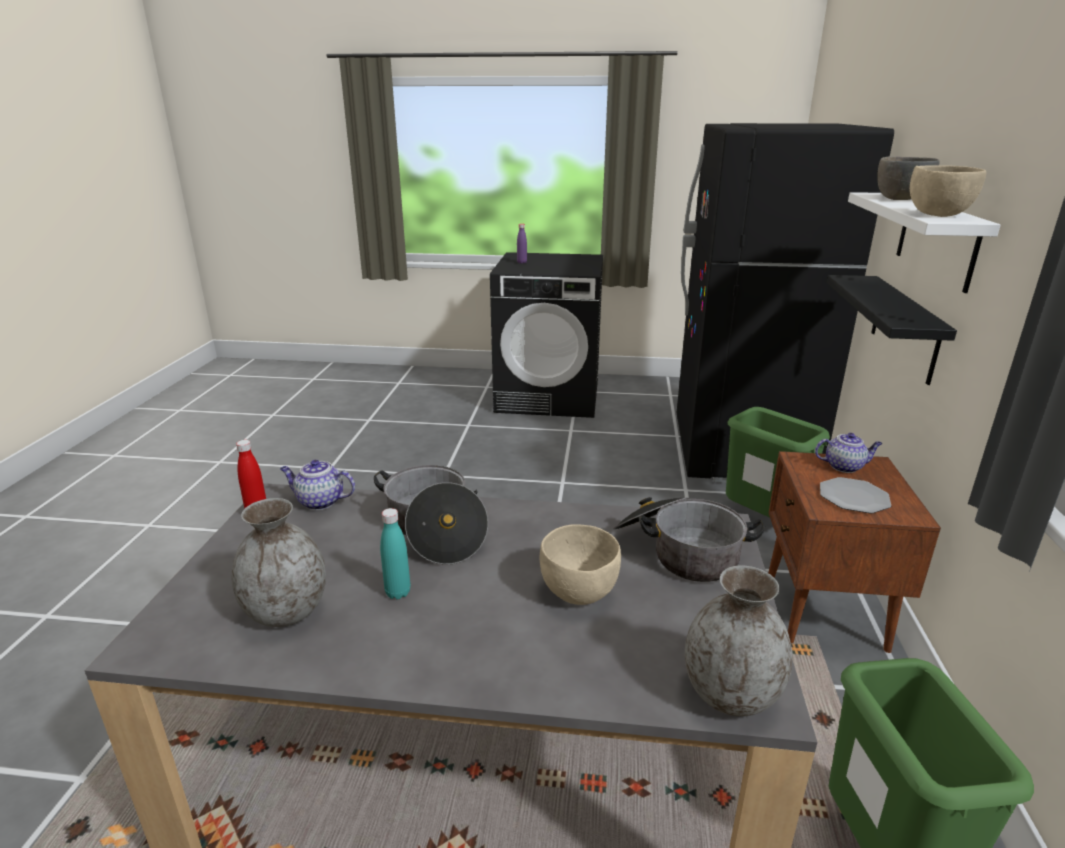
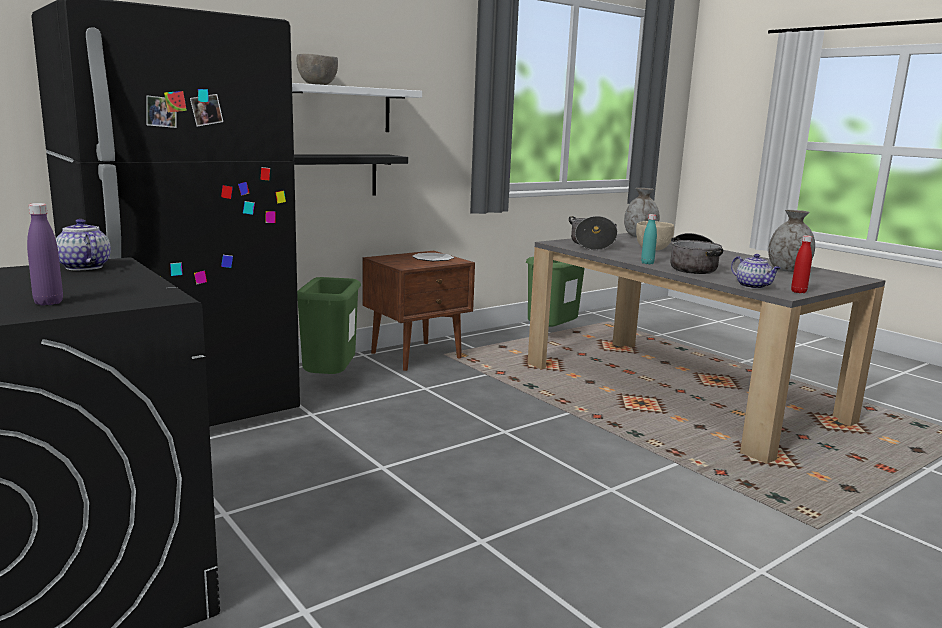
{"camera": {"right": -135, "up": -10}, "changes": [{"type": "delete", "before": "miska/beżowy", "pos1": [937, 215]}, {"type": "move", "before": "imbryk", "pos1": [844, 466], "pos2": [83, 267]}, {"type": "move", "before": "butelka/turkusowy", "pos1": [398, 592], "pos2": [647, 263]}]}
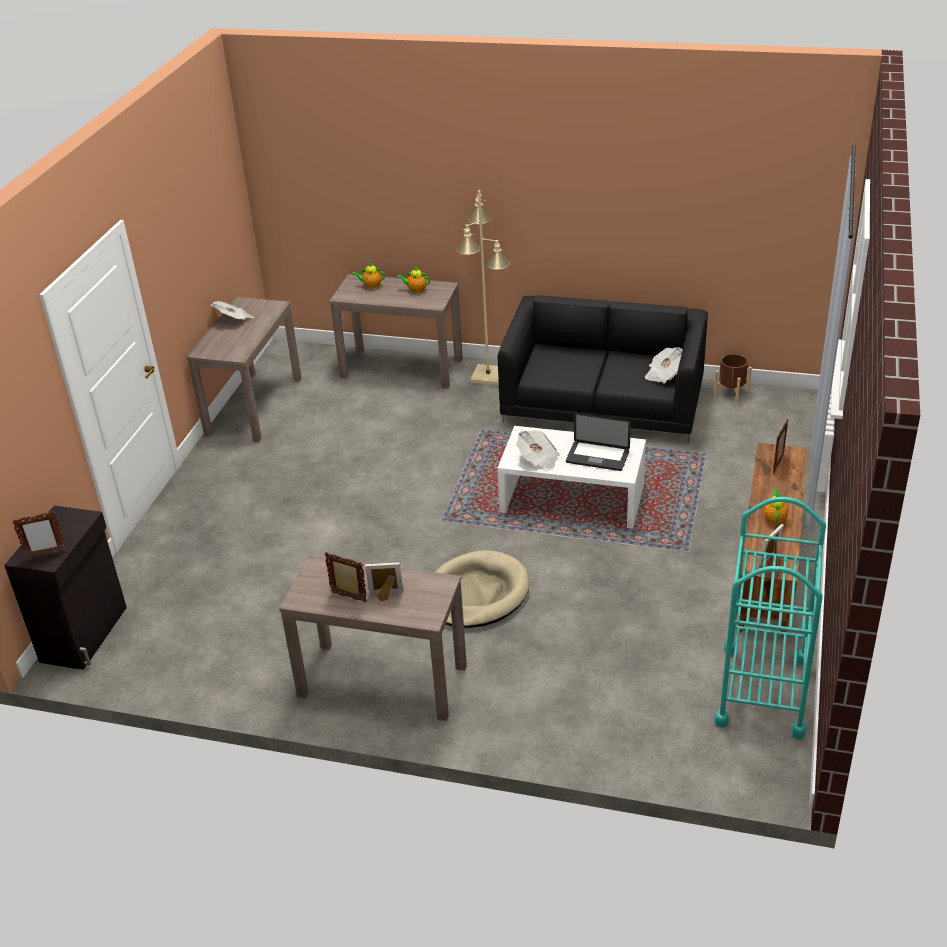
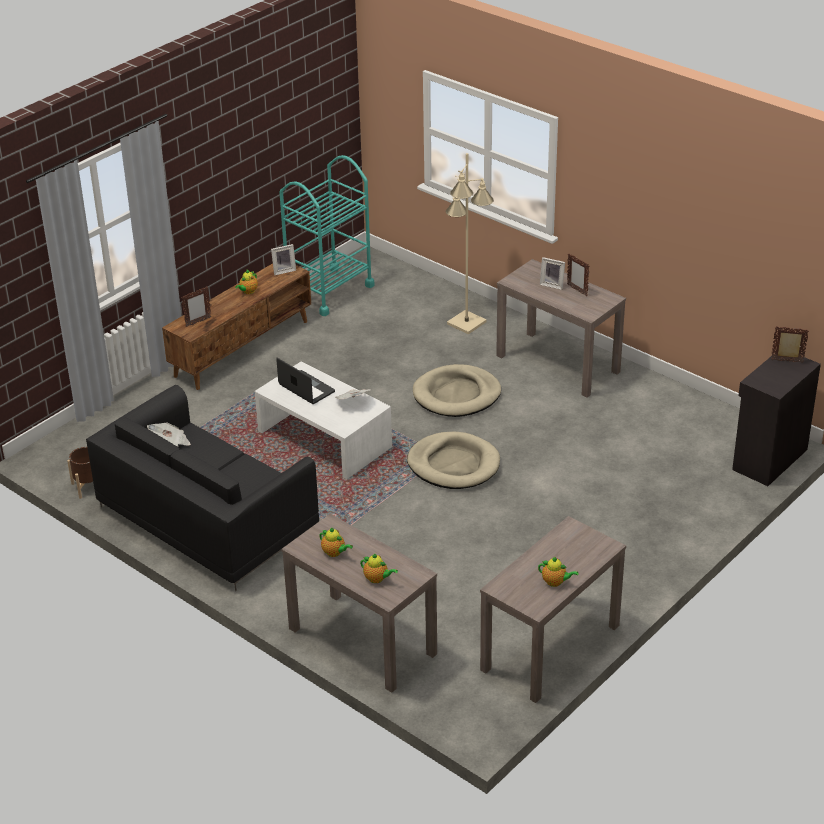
{"camera": {"right": -155, "up": 0}, "changes": [{"type": "move", "before": "lampa stojąca/beżowy", "pos1": [488, 375], "pos2": [466, 323]}, {"type": "replace", "before": "gazeta", "after": "imbryk", "pos1": [234, 320], "pos2": [555, 582]}, {"type": "insert", "after": "legowisko/beżowy", "pos2": [453, 464]}]}
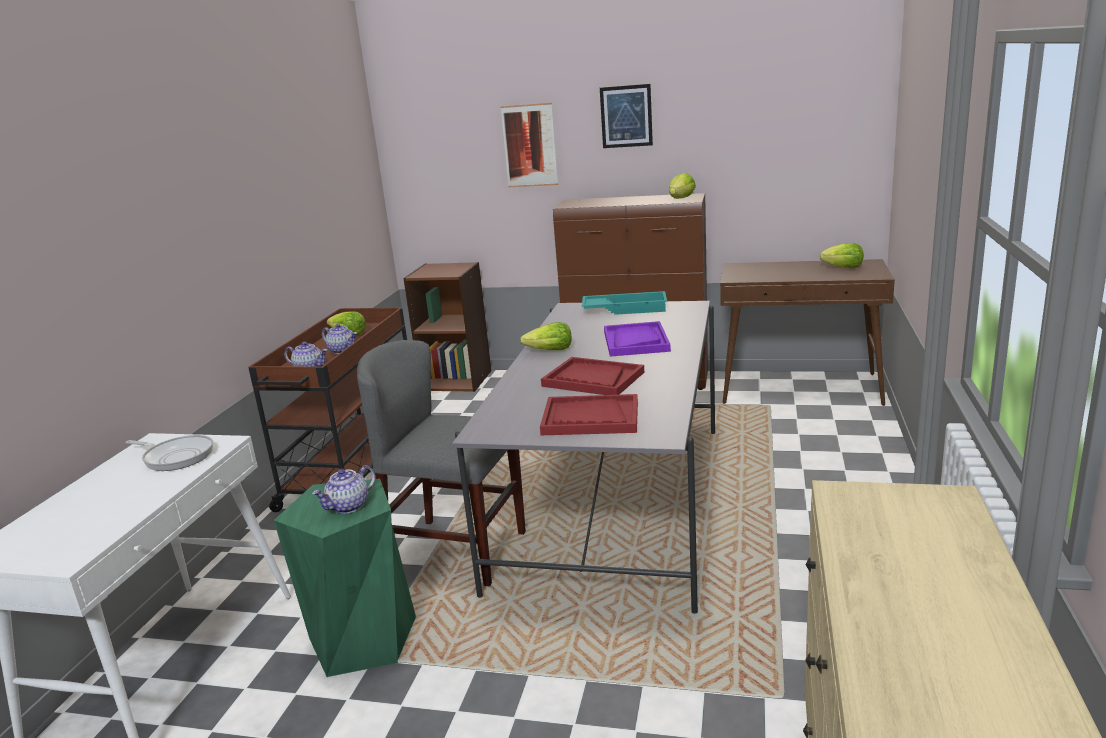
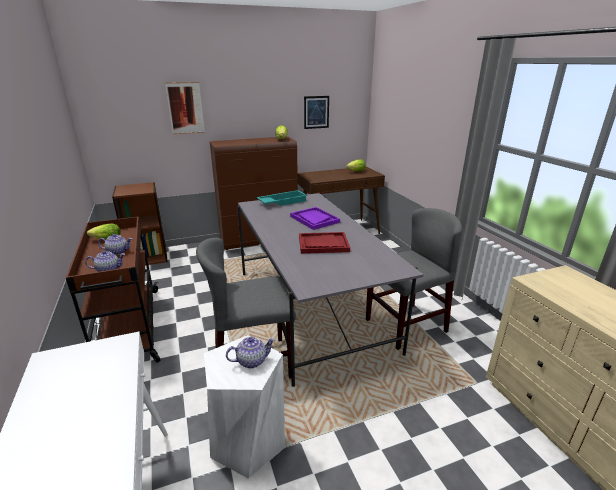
{"camera": {"right": -35, "up": 5}, "changes": [{"type": "move", "before": "obraz", "pos1": [626, 116], "pos2": [316, 112]}, {"type": "delete", "before": "sałata", "pos1": [550, 351]}, {"type": "delete", "before": "taca/czerwony", "pos1": [590, 418]}, {"type": "delete", "before": "patelnia", "pos1": [176, 457]}, {"type": "rotate", "before": "imbryk", "pos1": [349, 506], "pos2": [252, 361], "turn": -120}, {"type": "recolor", "before": "stołek/zielony", "after": "stołek/biały", "pos1": [363, 639], "pos2": [248, 442]}, {"type": "insert", "after": "krzesło/szary", "pos2": [405, 325]}]}
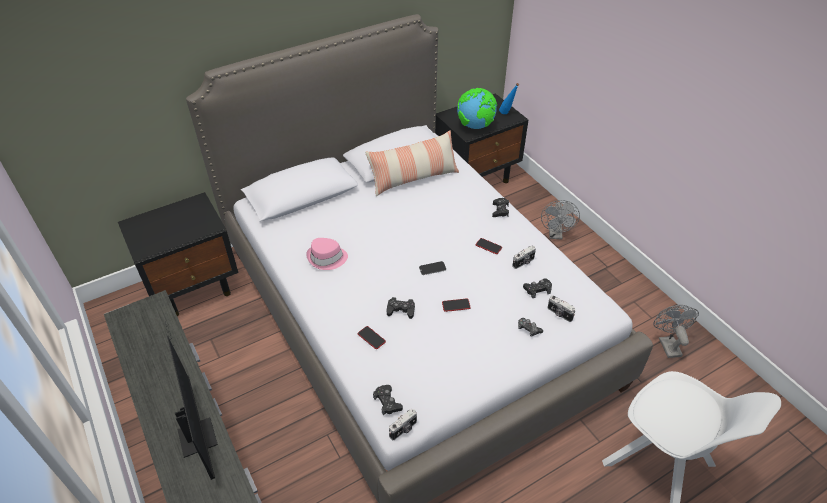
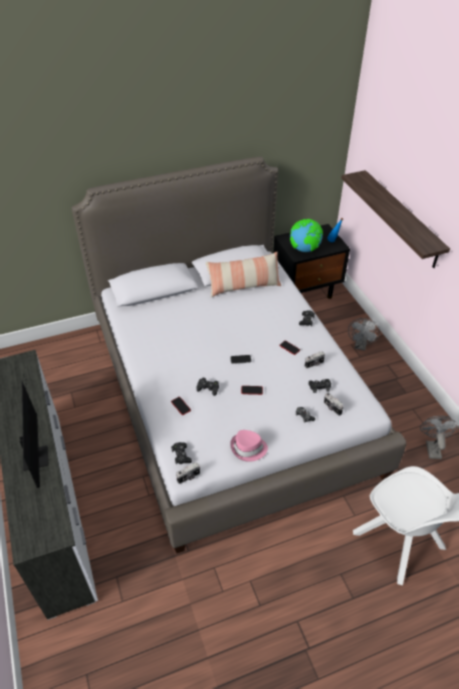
{"camera": {"right": 10, "up": 0}, "changes": [{"type": "delete", "before": "szafka nocna/czarny", "pos1": [195, 287]}, {"type": "move", "before": "kapelusz/różowy", "pos1": [327, 258], "pos2": [248, 448]}, {"type": "insert", "after": "półka", "pos2": [401, 219]}]}
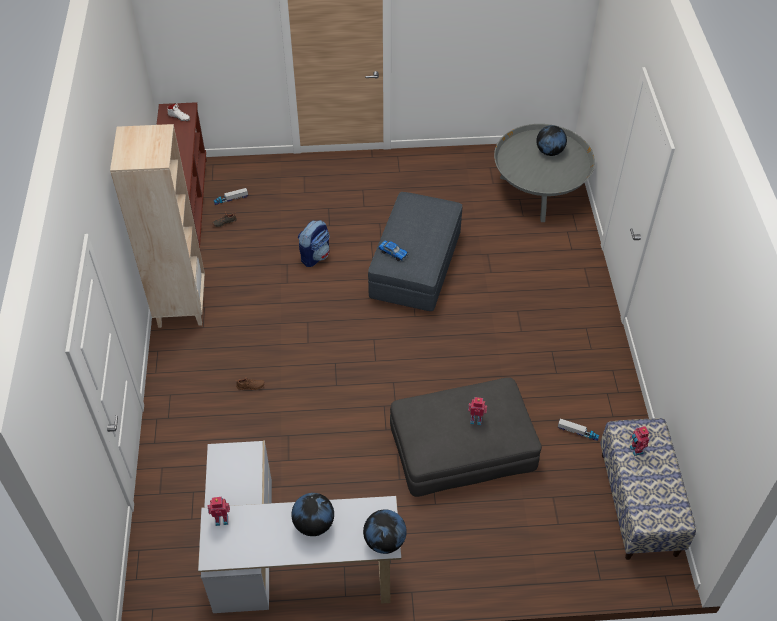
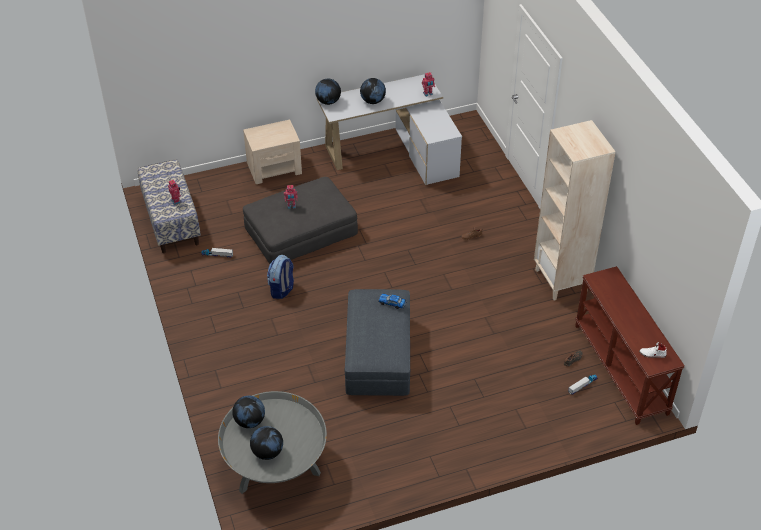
{"camera": {"right": 165, "up": -5}, "changes": [{"type": "move", "before": "plecak", "pos1": [315, 256], "pos2": [282, 289]}, {"type": "insert", "after": "szafka nocna/beżowy", "pos2": [274, 168]}, {"type": "insert", "after": "globus", "pos2": [250, 421]}]}
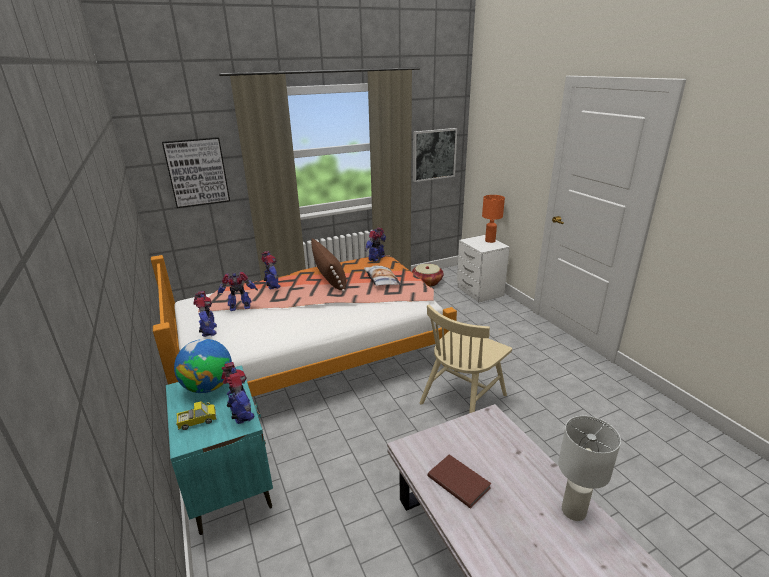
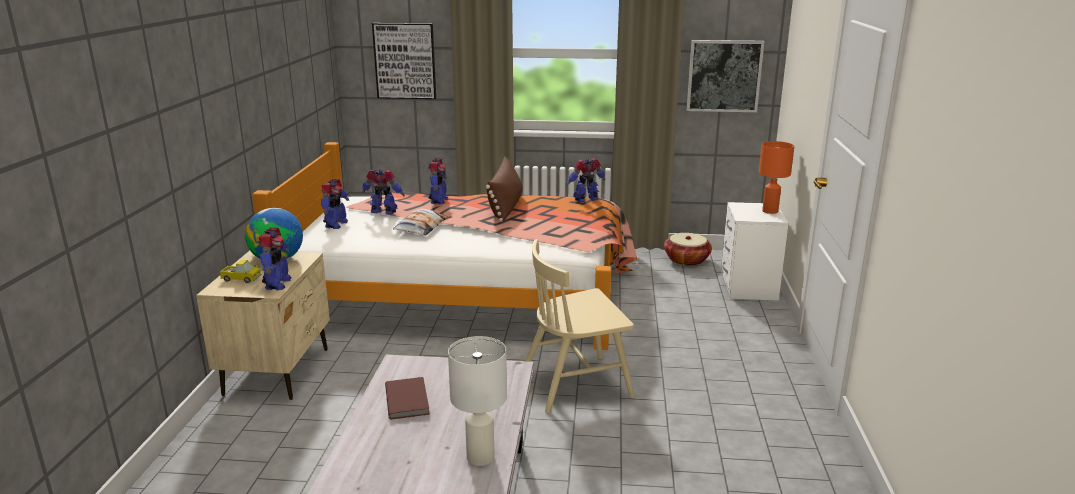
{"camera": {"right": 30, "up": -5}, "changes": [{"type": "move", "before": "poduszka", "pos1": [381, 279], "pos2": [421, 227]}, {"type": "recolor", "before": "szafka nocna/turkusowy", "after": "szafka nocna/beżowy", "pos1": [230, 484], "pos2": [278, 371]}]}
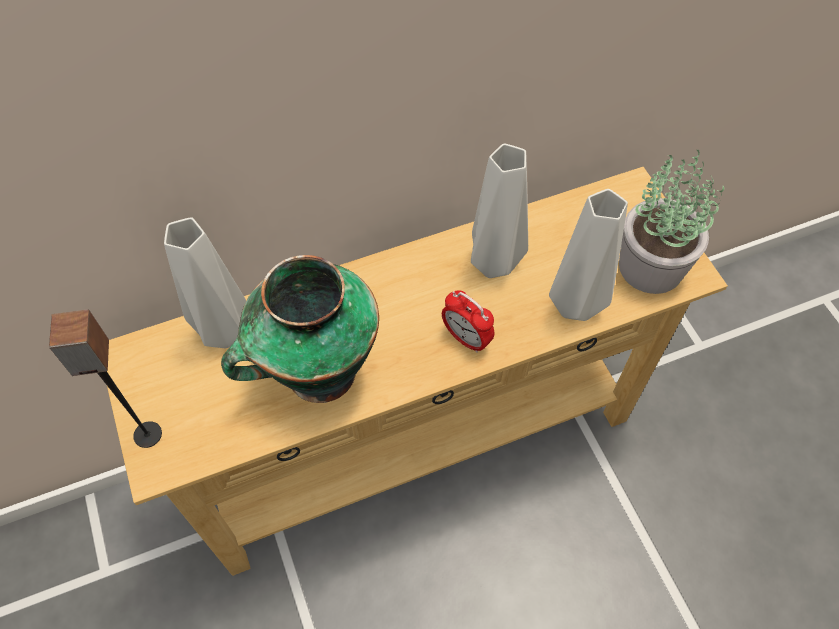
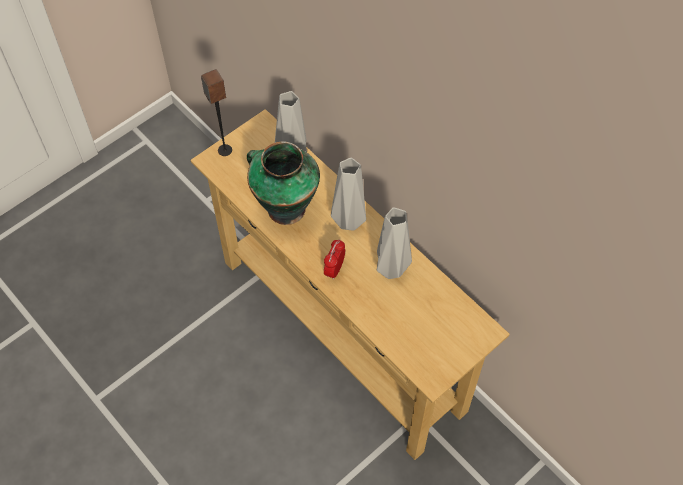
{"camera": {"right": 70, "up": 0}, "changes": [{"type": "delete", "before": "roślina doniczkowa", "pos1": [649, 265]}, {"type": "move", "before": "wazon/szary", "pos1": [575, 308], "pos2": [347, 222]}]}
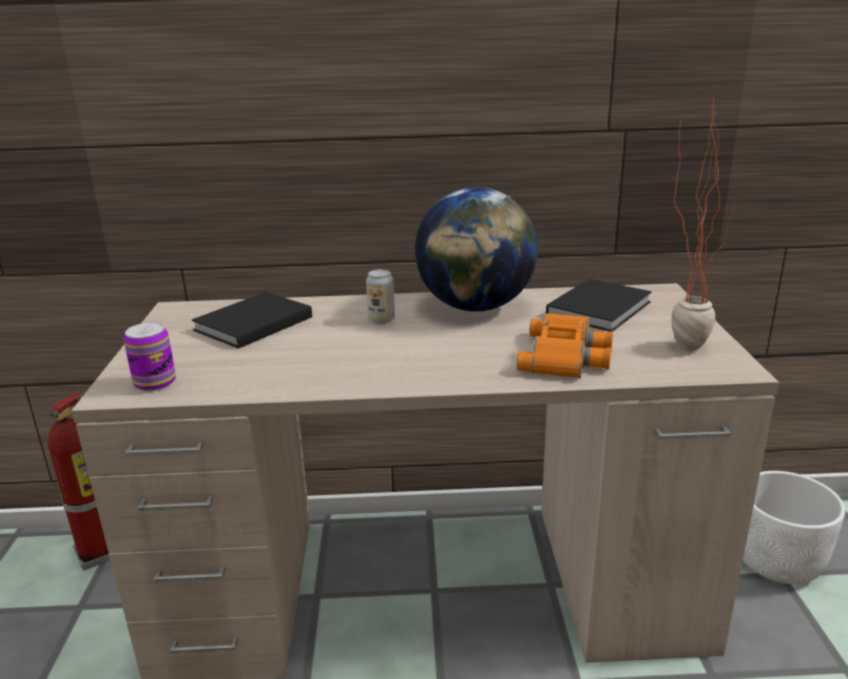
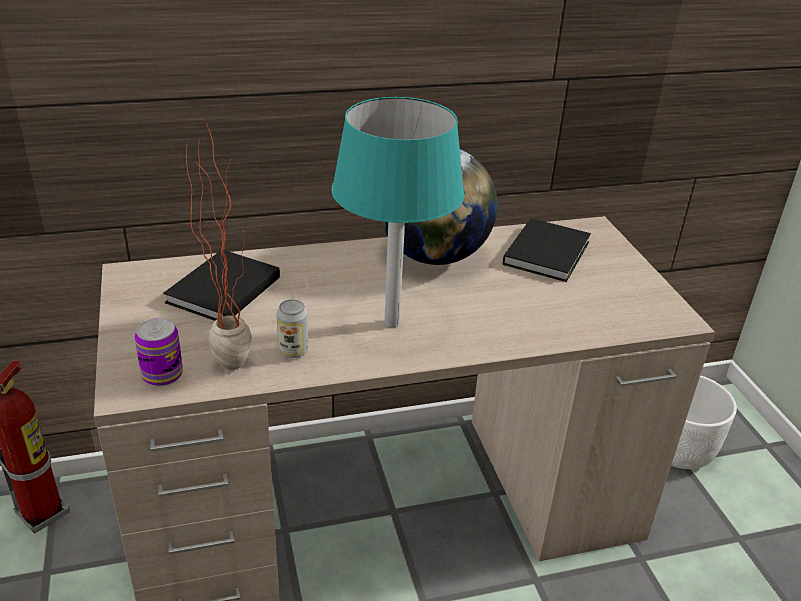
{"camera": {"right": -15, "up": 10}, "changes": [{"type": "move", "before": "roślina doniczkowa", "pos1": [684, 342], "pos2": [231, 356]}, {"type": "move", "before": "puszka", "pos1": [381, 319], "pos2": [293, 351]}, {"type": "delete", "before": "lornetka/pomarańczowy", "pos1": [567, 356]}, {"type": "insert", "after": "lampa stołowa/turkusowy", "pos2": [391, 322]}]}
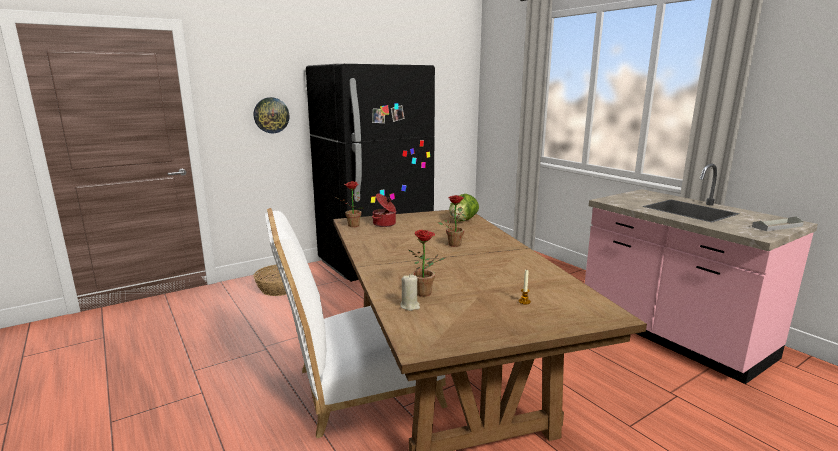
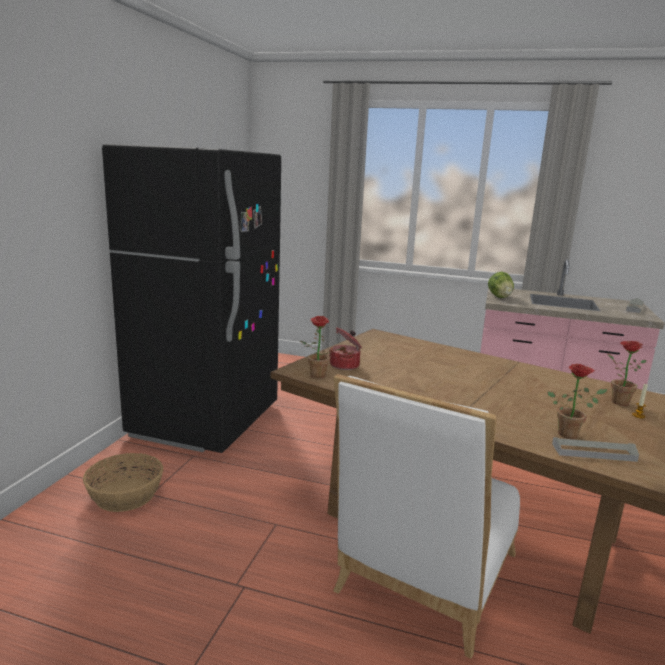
{"camera": {"right": -40, "up": 0}, "changes": [{"type": "delete", "before": "zegar ścienny", "pos1": [271, 115]}, {"type": "move", "before": "sałata", "pos1": [462, 220], "pos2": [500, 297]}, {"type": "move", "before": "roślina doniczkowa", "pos1": [454, 243], "pos2": [616, 401]}, {"type": "replace", "before": "świeca/beżowy", "after": "taca/szary", "pos1": [410, 306], "pos2": [593, 452]}]}
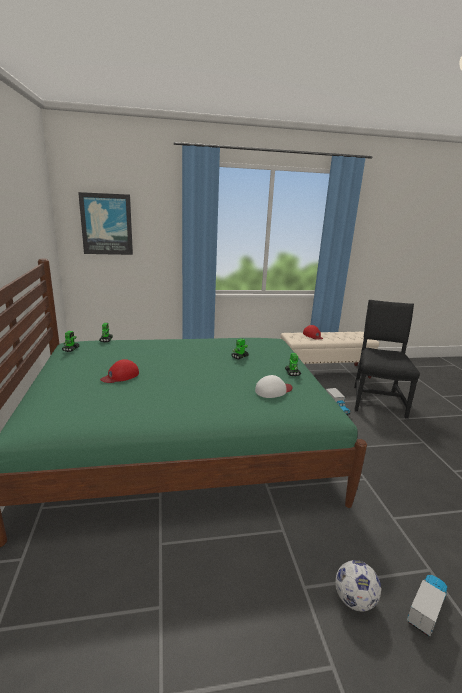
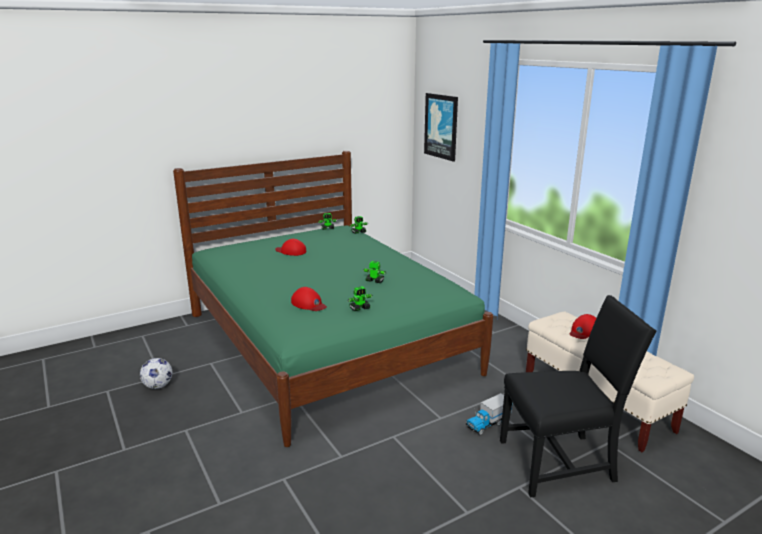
{"camera": {"right": 70, "up": 0}, "changes": [{"type": "recolor", "before": "czapka z daszkiem/biały", "after": "czapka z daszkiem/czerwony", "pos1": [273, 390], "pos2": [309, 304]}, {"type": "move", "before": "piłka futbolowa", "pos1": [354, 600], "pos2": [158, 386]}, {"type": "delete", "before": "ciężarówka zabawkowa", "pos1": [425, 610]}]}
